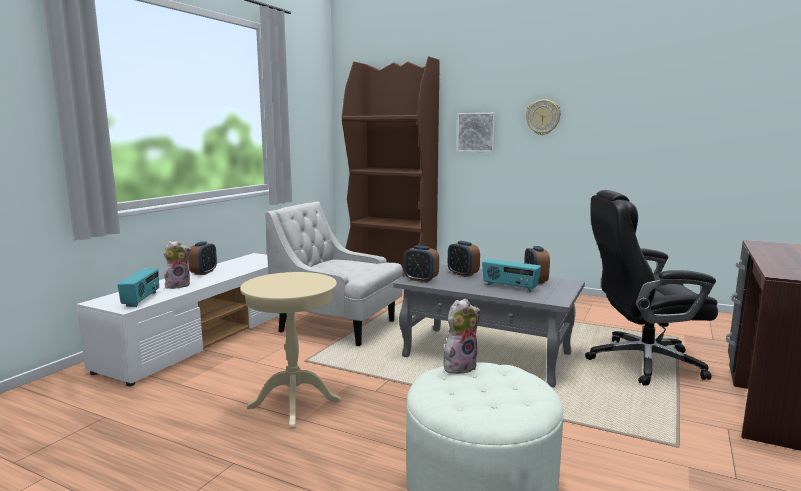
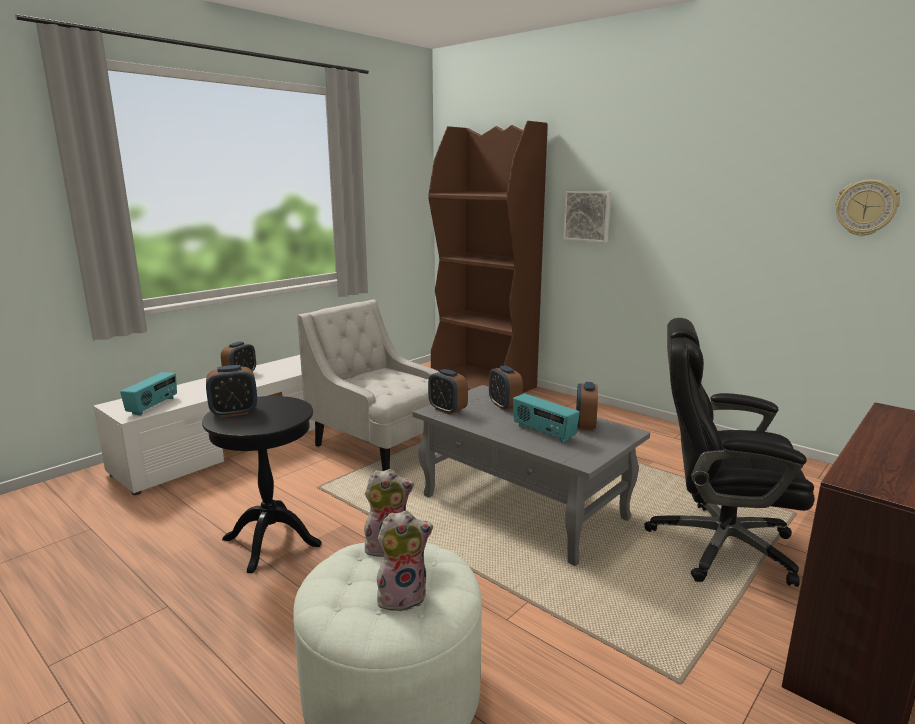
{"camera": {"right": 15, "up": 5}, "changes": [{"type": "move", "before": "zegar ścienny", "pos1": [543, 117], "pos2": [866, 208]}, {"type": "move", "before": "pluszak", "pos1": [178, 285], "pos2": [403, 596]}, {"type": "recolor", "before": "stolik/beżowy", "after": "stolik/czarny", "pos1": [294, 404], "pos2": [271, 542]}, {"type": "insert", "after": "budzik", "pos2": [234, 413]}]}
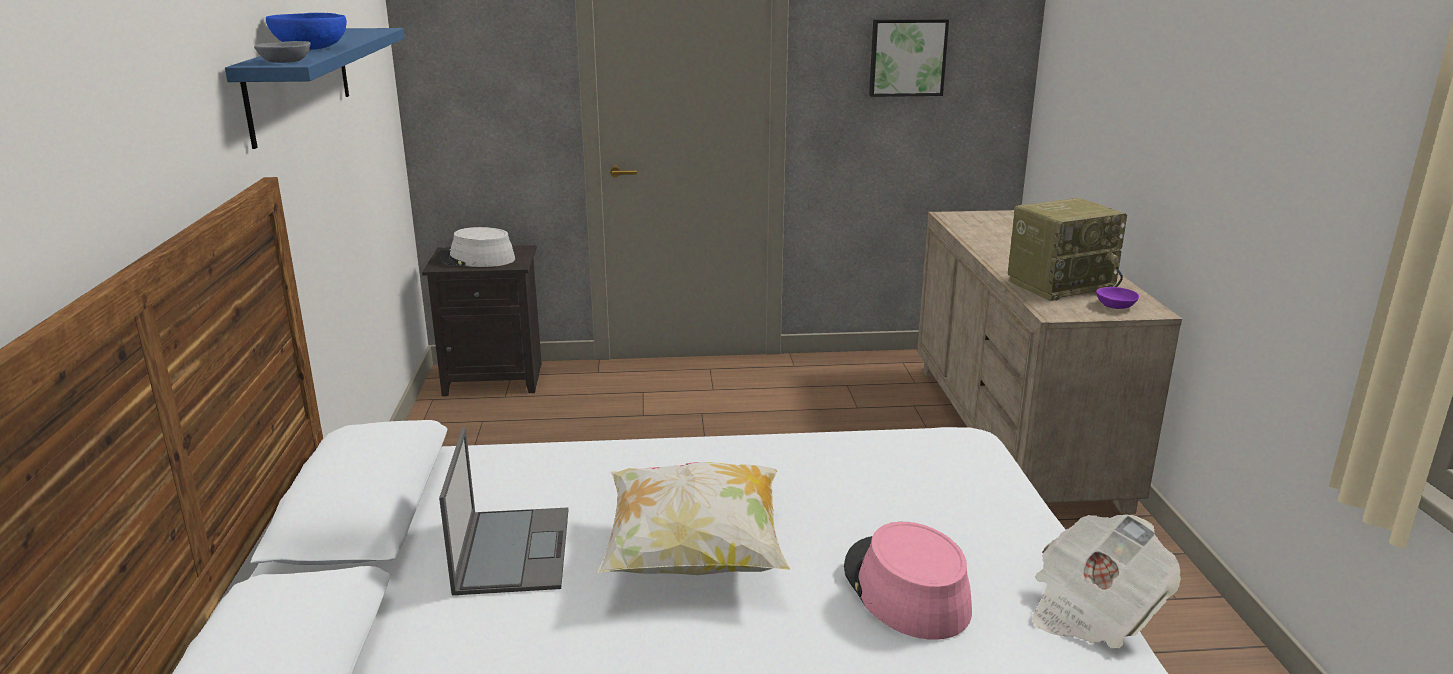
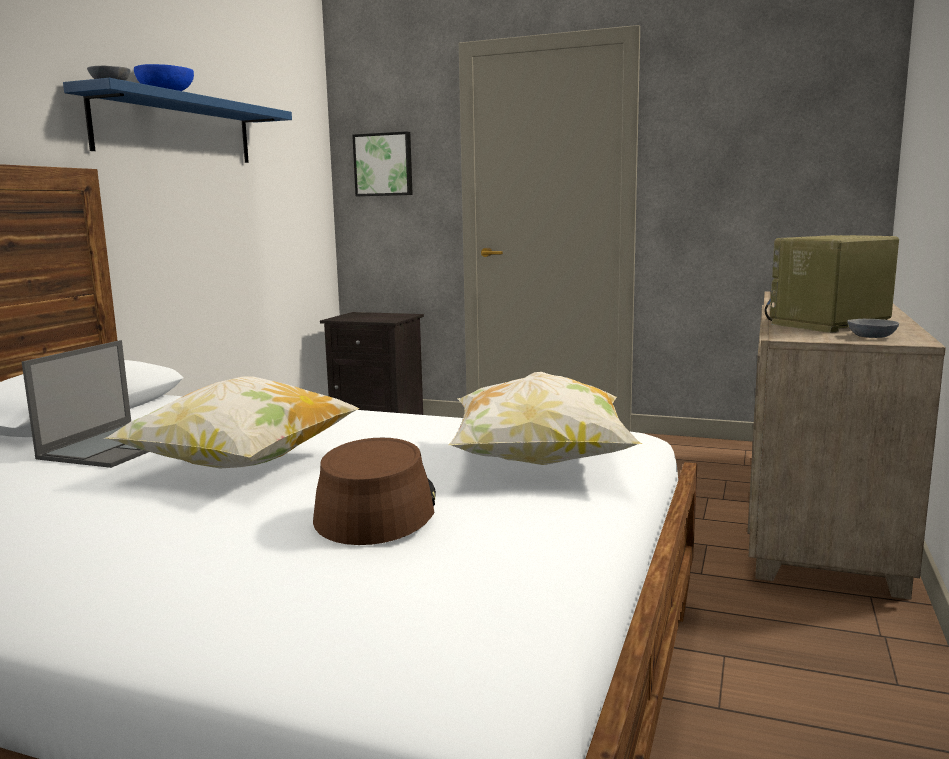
{"camera": {"right": 25, "up": -10}, "changes": [{"type": "move", "before": "obraz", "pos1": [907, 57], "pos2": [384, 164]}, {"type": "rotate", "before": "radio", "pos1": [1060, 285], "pos2": [828, 324], "turn": 150}, {"type": "delete", "before": "kapelusz/szary", "pos1": [475, 259]}, {"type": "recolor", "before": "miska/fioletowy", "after": "miska/szary", "pos1": [1117, 306], "pos2": [872, 337]}, {"type": "delete", "before": "gazeta", "pos1": [1093, 610]}, {"type": "recolor", "before": "kapelusz/różowy", "after": "kapelusz/brązowy", "pos1": [905, 589], "pos2": [376, 508]}, {"type": "insert", "after": "poduszka", "pos2": [540, 462]}]}
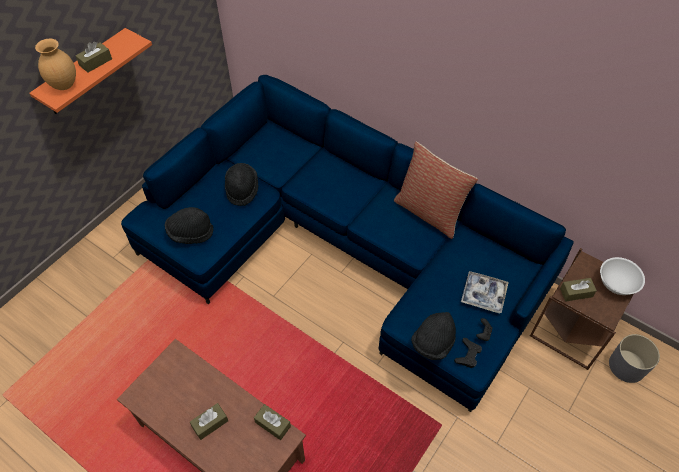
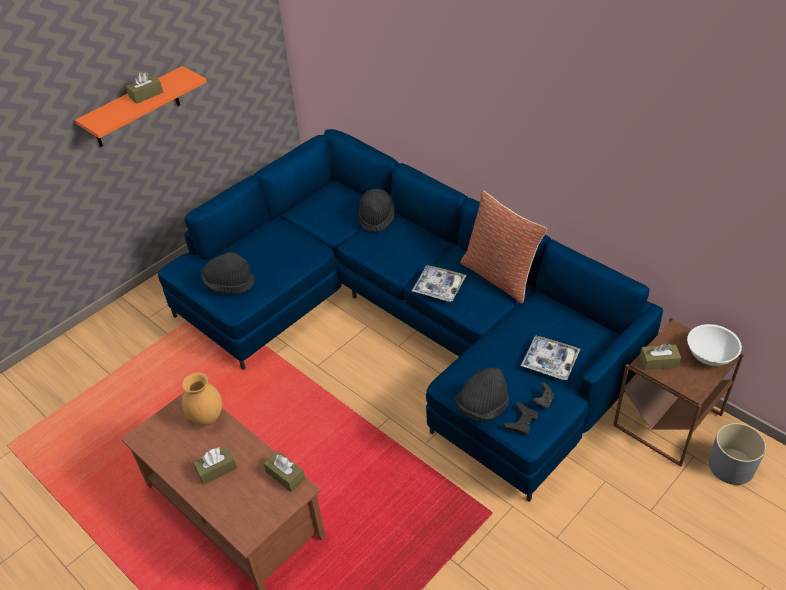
{"camera": {"right": 10, "up": -10}, "changes": [{"type": "move", "before": "wazon/brązowy", "pos1": [64, 85], "pos2": [207, 417]}, {"type": "move", "before": "kapelusz/czarny", "pos1": [242, 189], "pos2": [376, 218]}, {"type": "insert", "after": "taca", "pos2": [439, 287]}]}
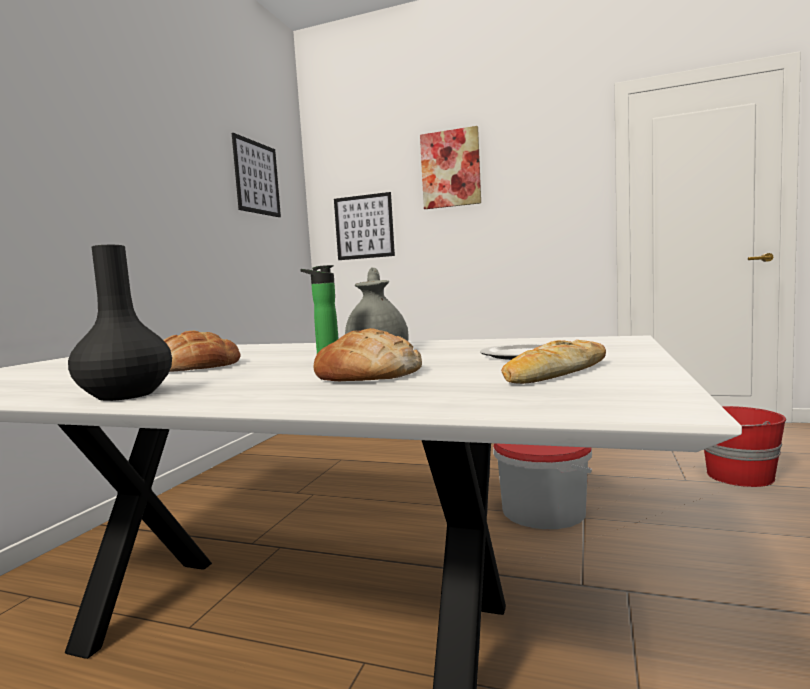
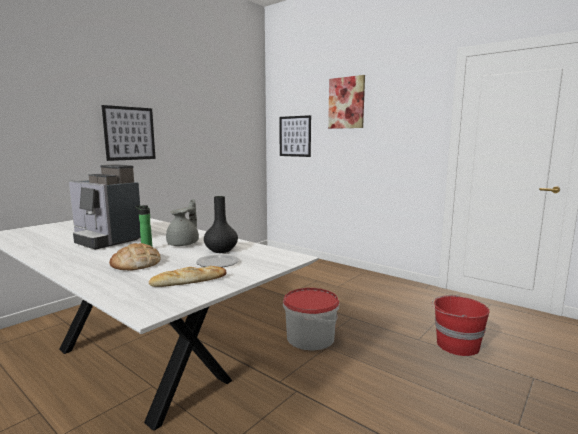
{"camera": {"right": 20, "up": 5}, "changes": [{"type": "move", "before": "obraz", "pos1": [257, 178], "pos2": [129, 133]}, {"type": "move", "before": "wazon/czarny", "pos1": [125, 395], "pos2": [220, 250]}, {"type": "replace", "before": "chleb", "after": "ekspres do kawy", "pos1": [197, 366], "pos2": [106, 240]}]}
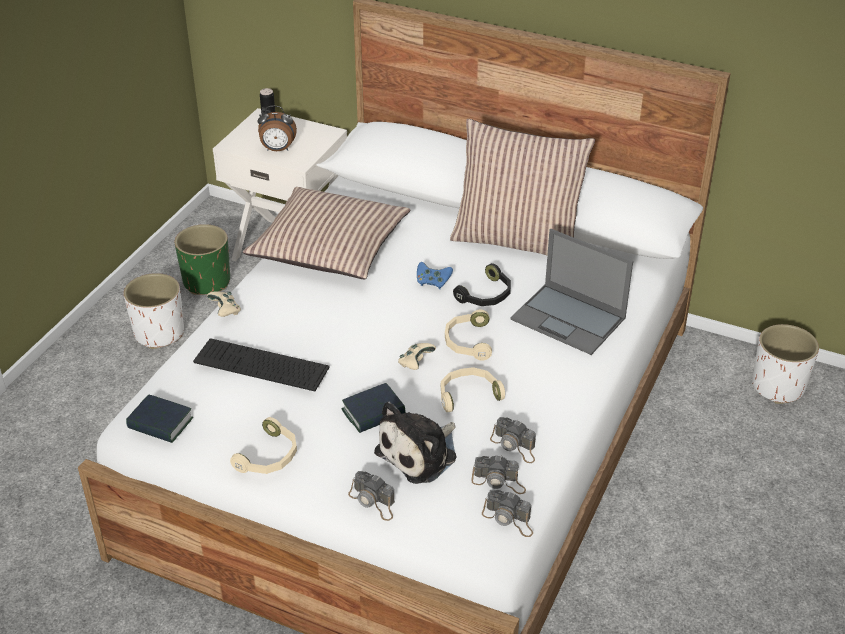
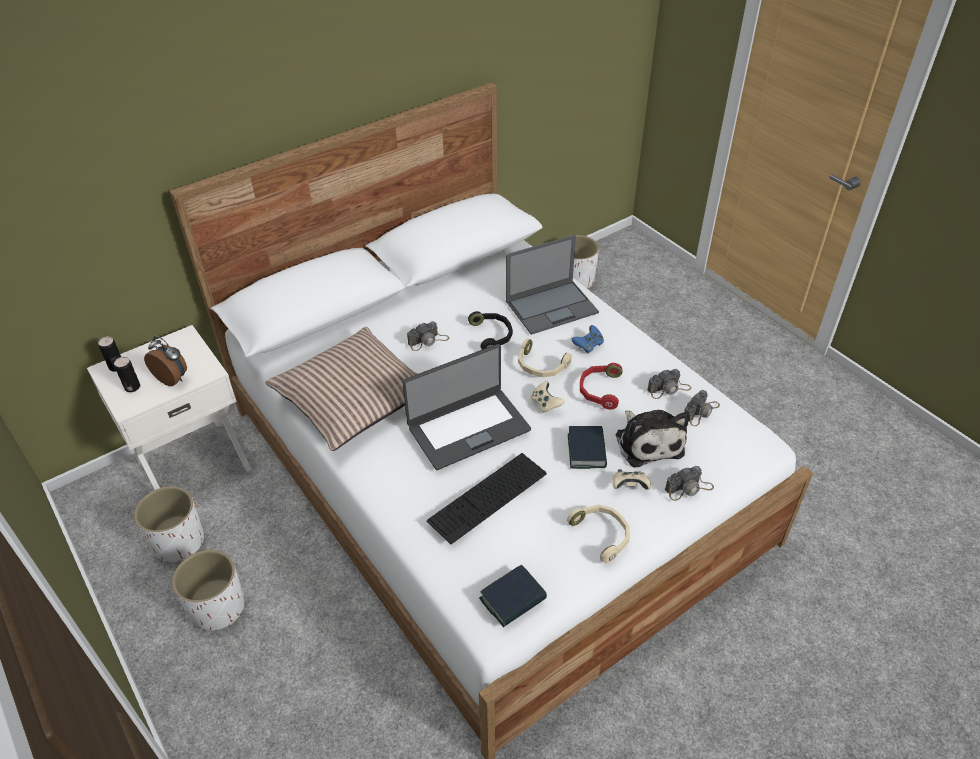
{"camera": {"right": -60, "up": 5}, "changes": [{"type": "rotate", "before": "budzik", "pos1": [278, 150], "pos2": [173, 378], "turn": -90}, {"type": "delete", "before": "poduszka", "pos1": [517, 239]}, {"type": "recolor", "before": "donica/zielony", "after": "donica/biały", "pos1": [207, 282], "pos2": [179, 542]}, {"type": "move", "before": "pad do gier/niebieski", "pos1": [432, 282], "pos2": [588, 345]}, {"type": "move", "before": "pad do gier/beżowy", "pos1": [225, 311], "pos2": [629, 486]}, {"type": "recolor", "before": "słuchawki/beżowy", "after": "słuchawki/czerwony", "pos1": [468, 394], "pos2": [599, 390]}, {"type": "move", "before": "aparat fotograficzny", "pos1": [509, 519], "pos2": [428, 341]}, {"type": "insert", "after": "laptop", "pos2": [468, 427]}, {"type": "insert", "after": "puszka", "pos2": [132, 387]}]}
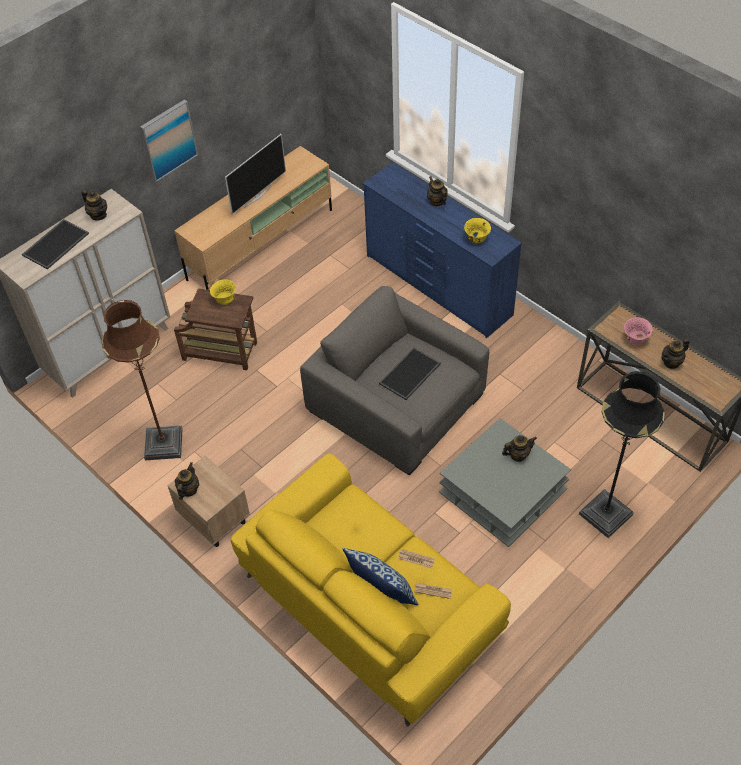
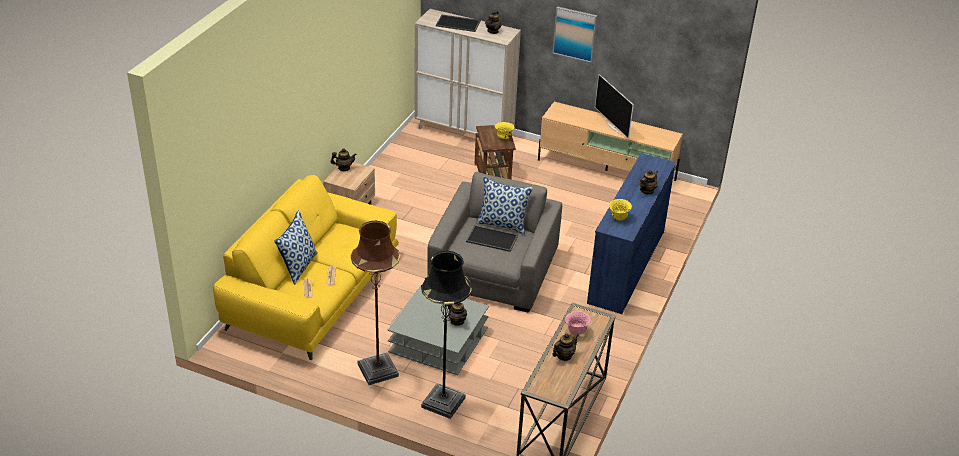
{"camera": {"right": 65, "up": -15}, "changes": [{"type": "rotate", "before": "telewizor", "pos1": [257, 196], "pos2": [613, 126], "turn": 45}, {"type": "move", "before": "lampa stojąca/brązowy", "pos1": [164, 444], "pos2": [378, 370]}, {"type": "rotate", "before": "imbryk", "pos1": [671, 362], "pos2": [564, 356], "turn": 105}, {"type": "insert", "after": "poduszka", "pos2": [503, 224]}]}
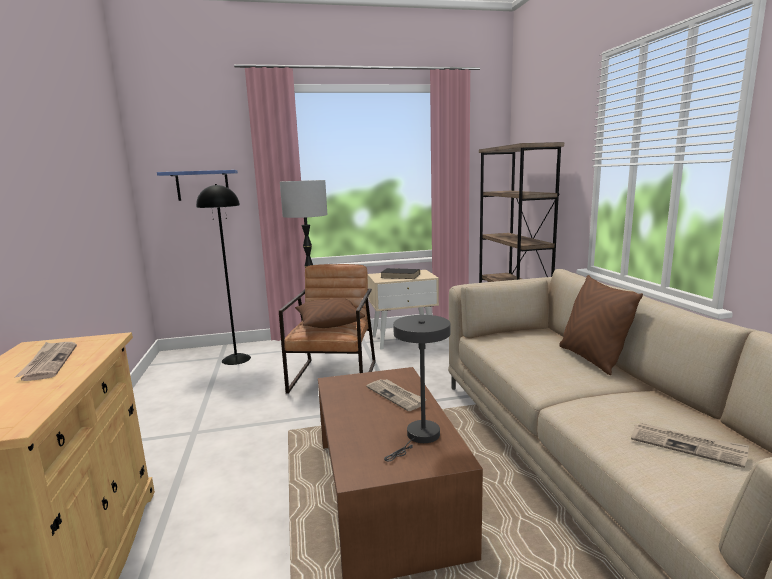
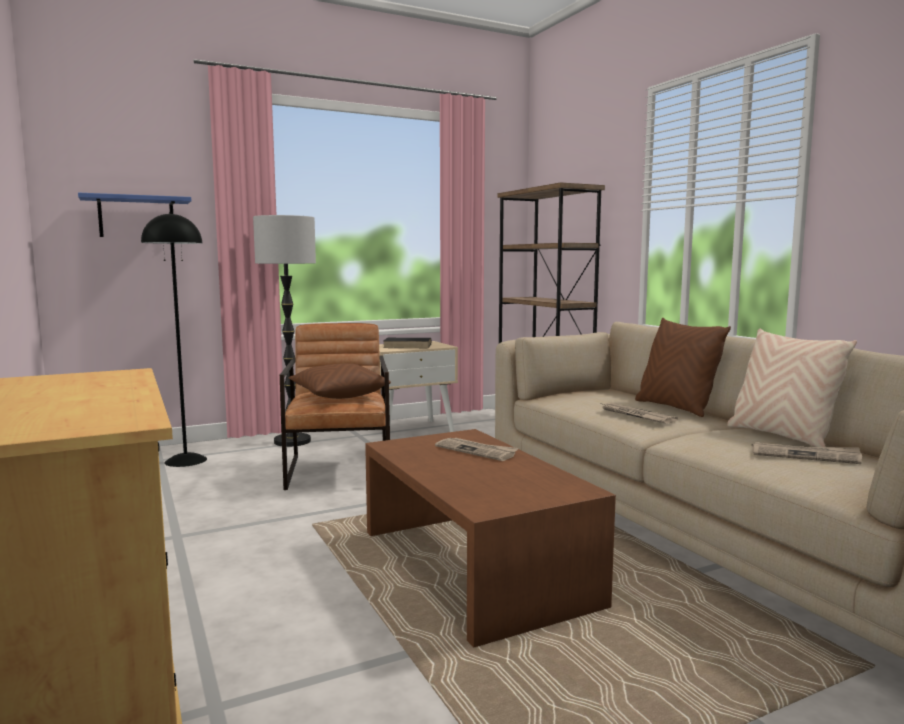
{"camera": {"right": -15, "up": -5}, "changes": [{"type": "delete", "before": "lampa stołowa/szary", "pos1": [420, 437]}, {"type": "move", "before": "gazeta", "pos1": [49, 362], "pos2": [636, 415]}, {"type": "insert", "after": "poduszka/beżowy", "pos2": [781, 436]}]}
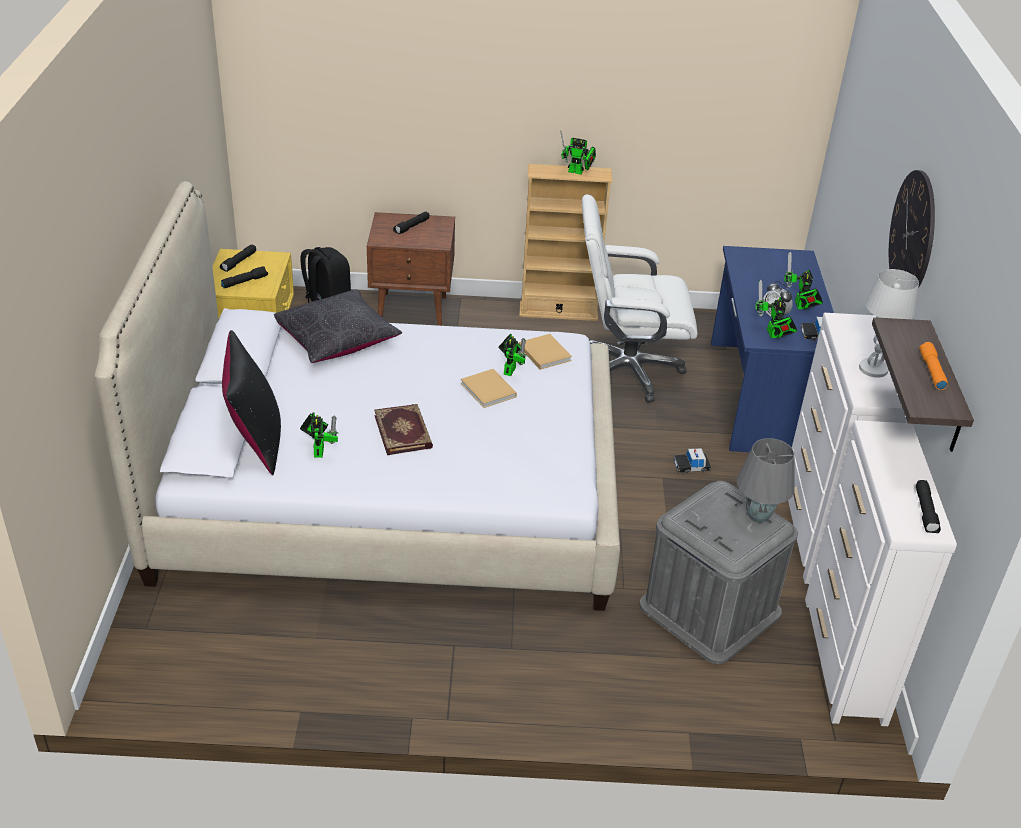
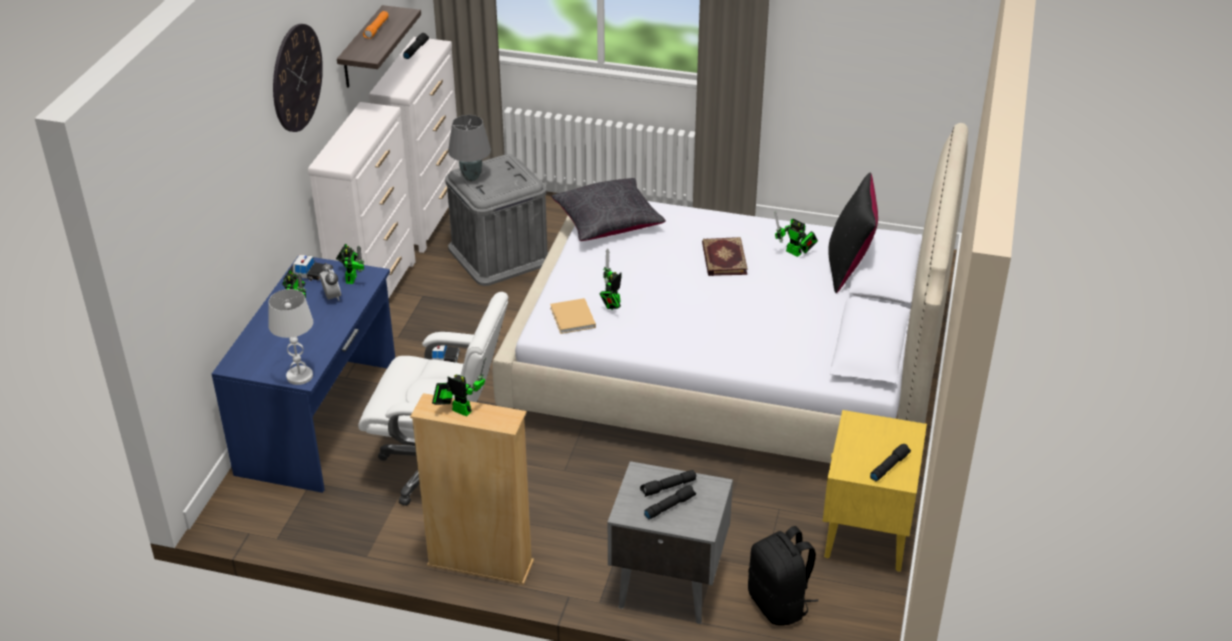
{"camera": {"right": -165, "up": 0}, "changes": [{"type": "recolor", "before": "szafka nocna/brązowy", "after": "szafka nocna/szary", "pos1": [413, 311], "pos2": [666, 586]}, {"type": "move", "before": "latarka/czarny", "pos1": [244, 281], "pos2": [668, 487]}, {"type": "move", "before": "lampa stołowa/biały", "pos1": [873, 368], "pos2": [299, 376]}, {"type": "move", "before": "poduszka/czarny", "pos1": [336, 339], "pos2": [608, 222]}, {"type": "delete", "before": "książka/beżowy", "pos1": [489, 391]}, {"type": "rotate", "before": "robot zabawkowy", "pos1": [319, 450], "pos2": [795, 253], "turn": -60}]}
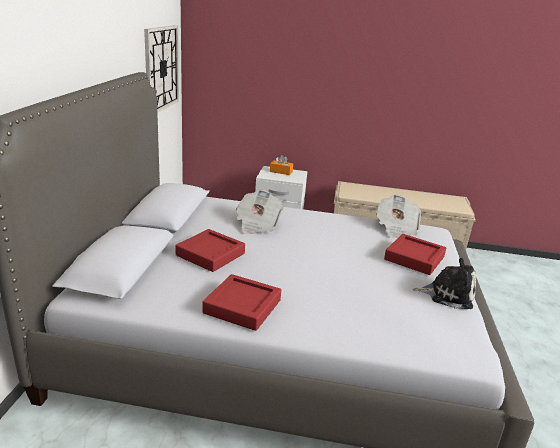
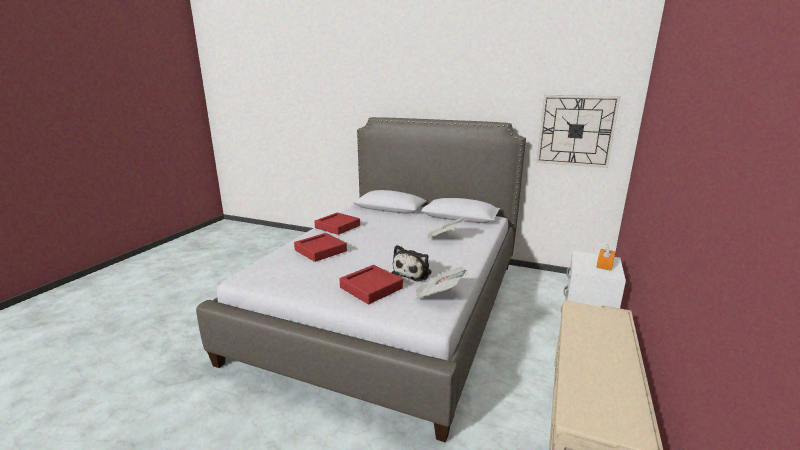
{"camera": {"right": 105, "up": -5}, "changes": [{"type": "move", "before": "taca/czerwony", "pos1": [210, 254], "pos2": [320, 250]}, {"type": "move", "before": "pluszak", "pos1": [447, 294], "pos2": [413, 273]}]}
